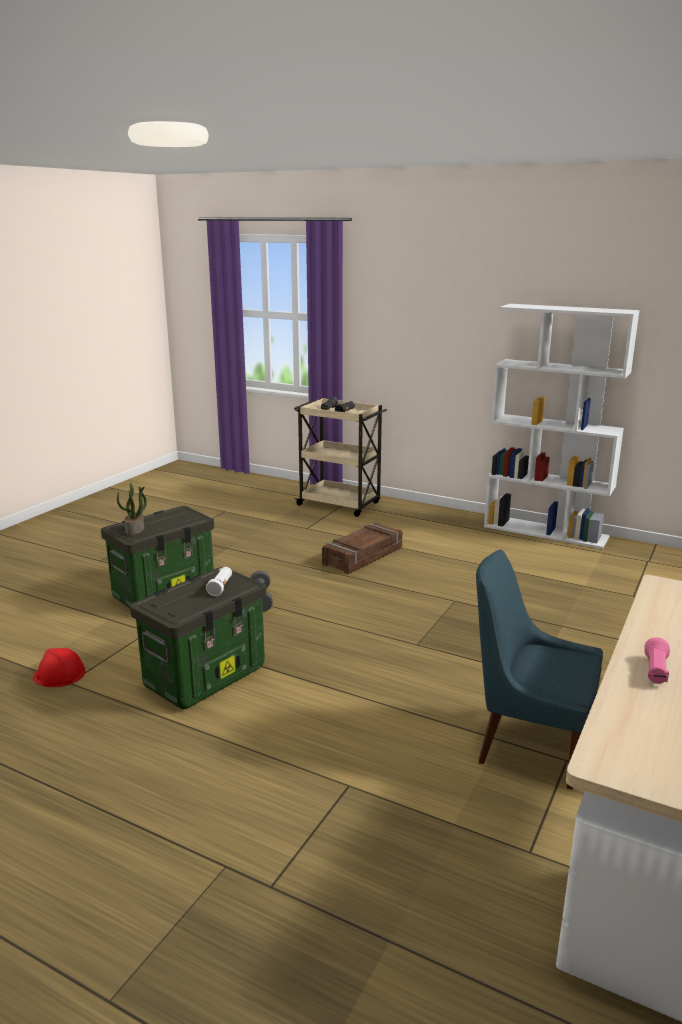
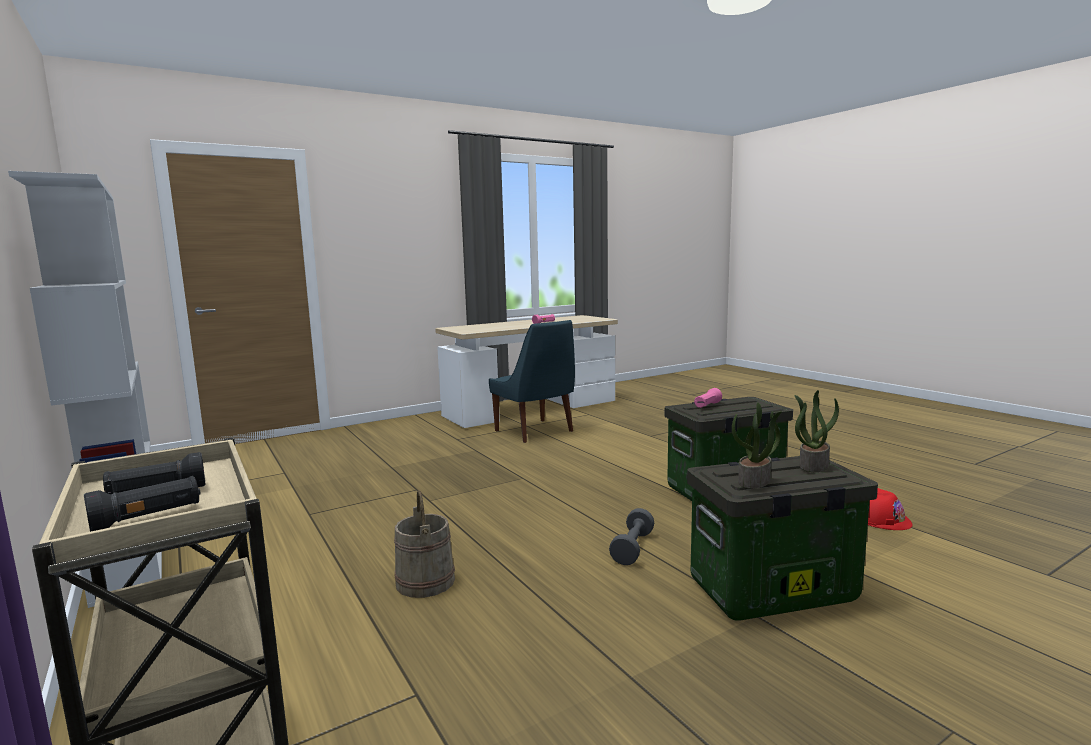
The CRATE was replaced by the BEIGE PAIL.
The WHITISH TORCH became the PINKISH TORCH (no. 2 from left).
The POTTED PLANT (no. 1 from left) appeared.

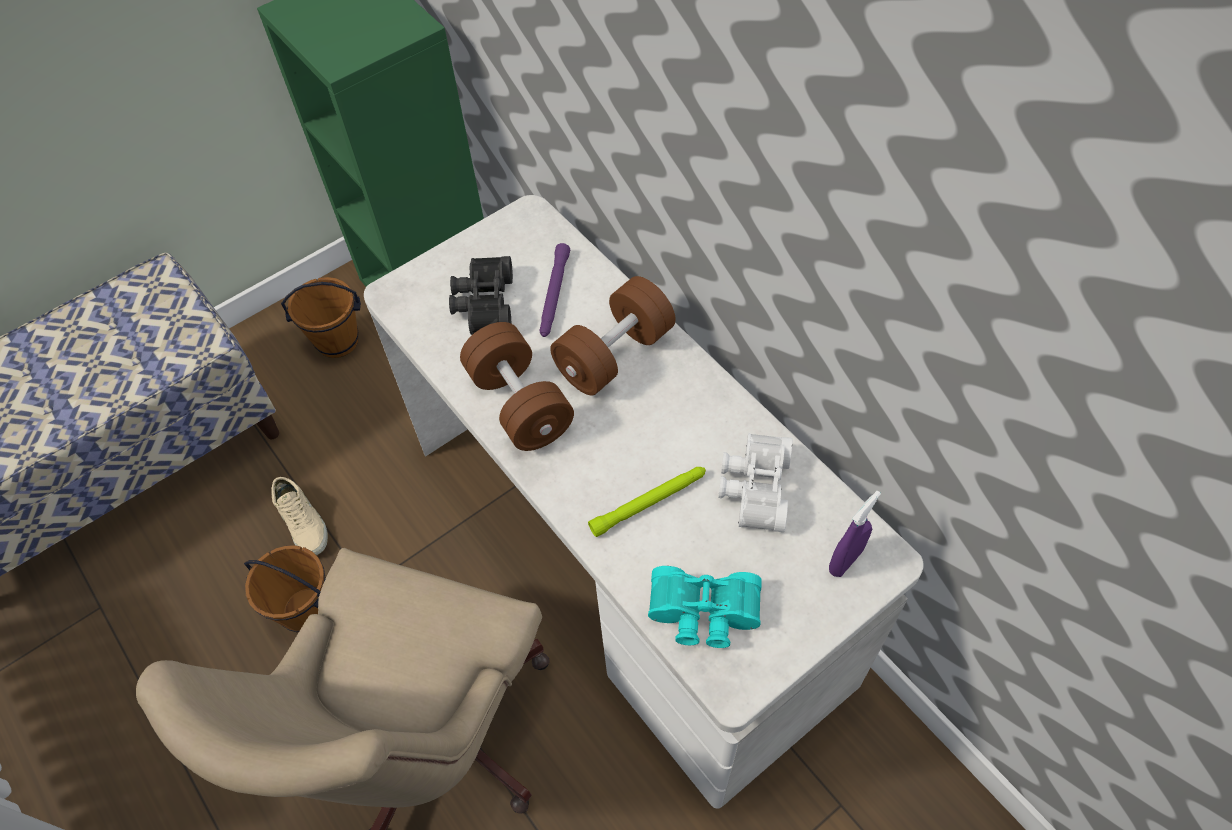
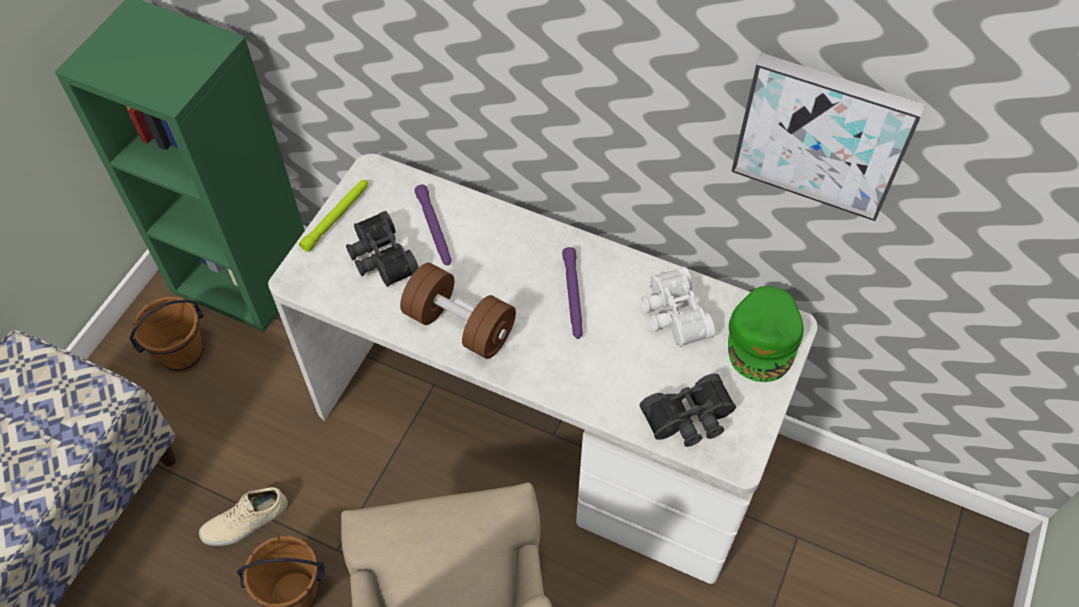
The BEIGE SHOE turned 120 degrees clockwise.
The GREEN-COLOURED TORCH moved.
The PURPLE-COLOURED TORCH (no. 2 from left) appeared.
The BLUE-GREEN PAIR OF BINOCULARS became the BLACK PAIR OF BINOCULARS (no. 2 from left).
The PURPLE-COLOURED HAND SPRAYER was replaced by the GREEN-COLOURED BASEBALL CAP.
The WALL PICTURE appeared.
The BROWN DUMBBELL (no. 2 from left) disappeared.

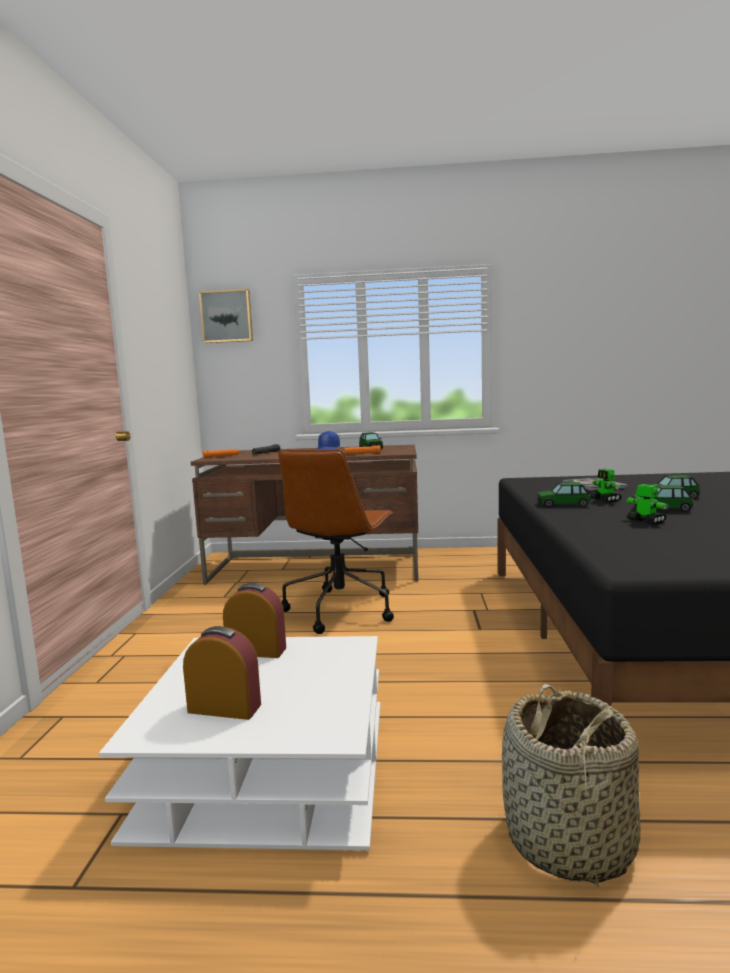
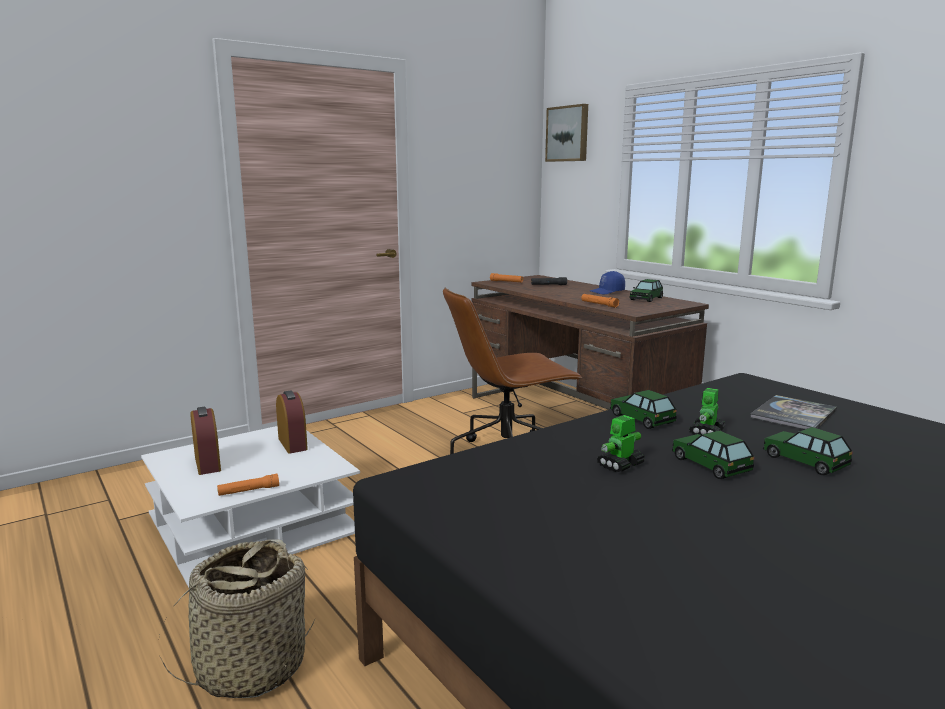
The ORANGE TORCH (no. 1 from left) appeared.
The ROBOT FIGURE (no. 2 from left in the first image) turned 150 degrees counterclockwise.

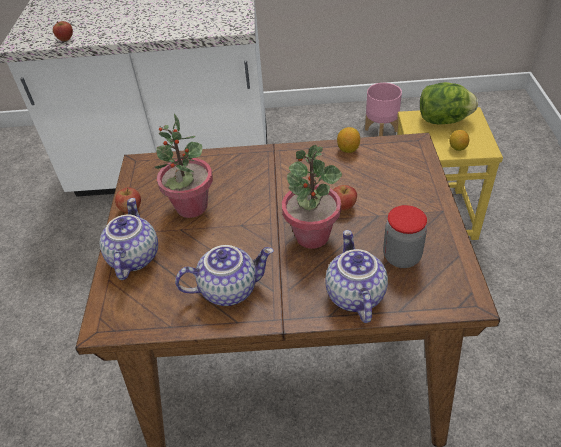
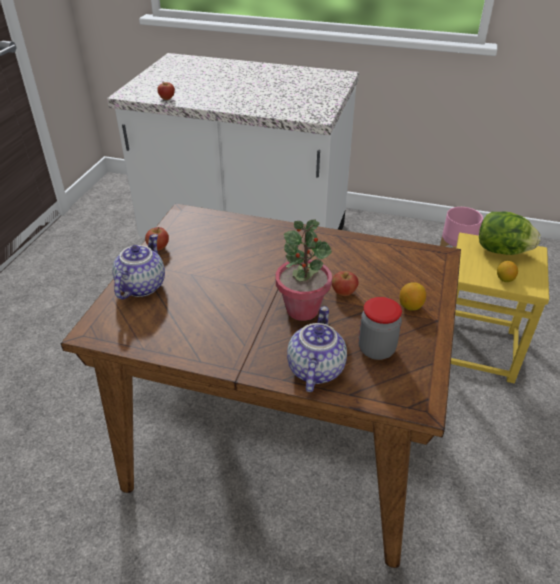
The LEMON (no. 1 from left) moved.
The POTTED PLANT (no. 1 from left) disappeared.
The TEAPOT (no. 2 from left) disappeared.

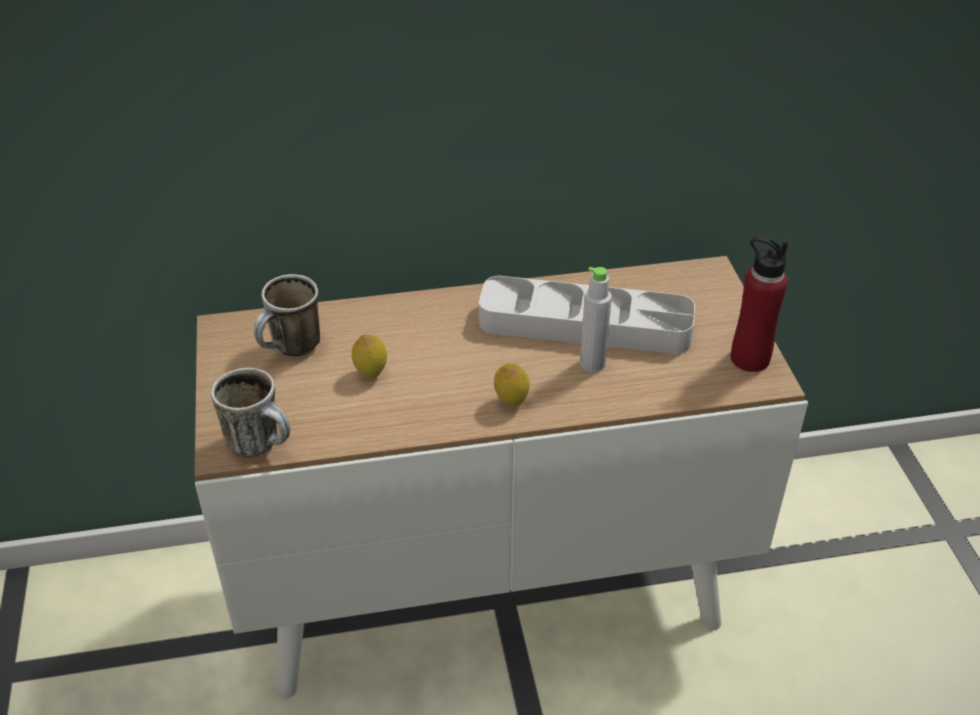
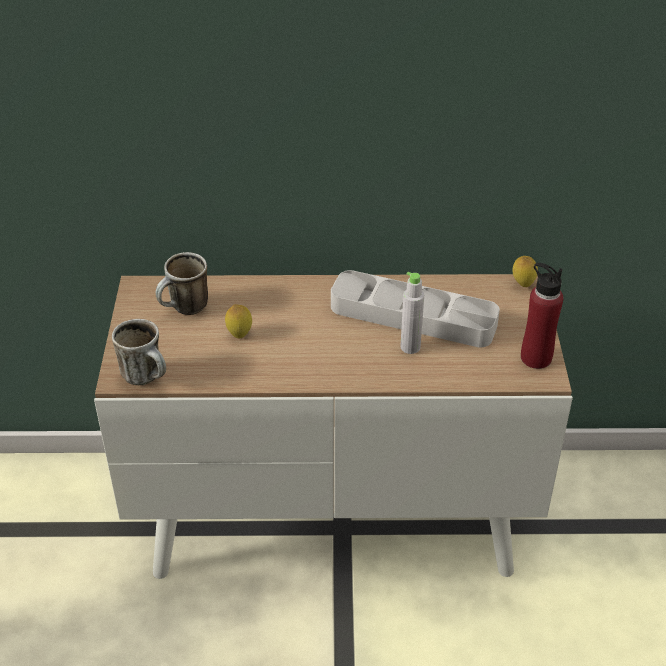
The LEMON (no. 2 from left) moved.

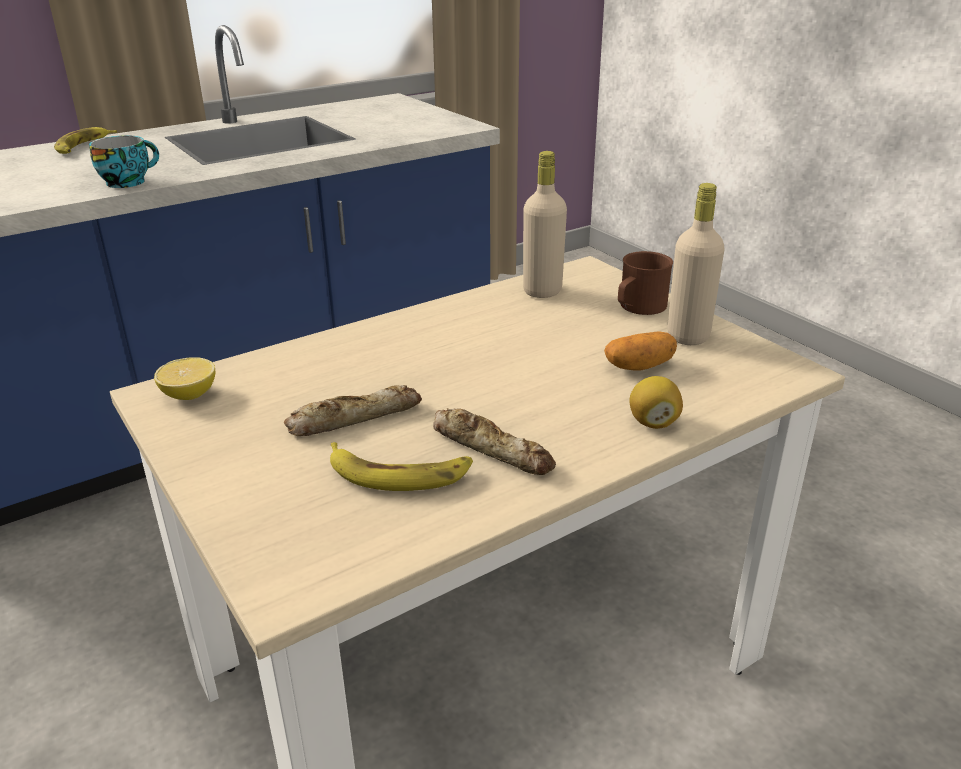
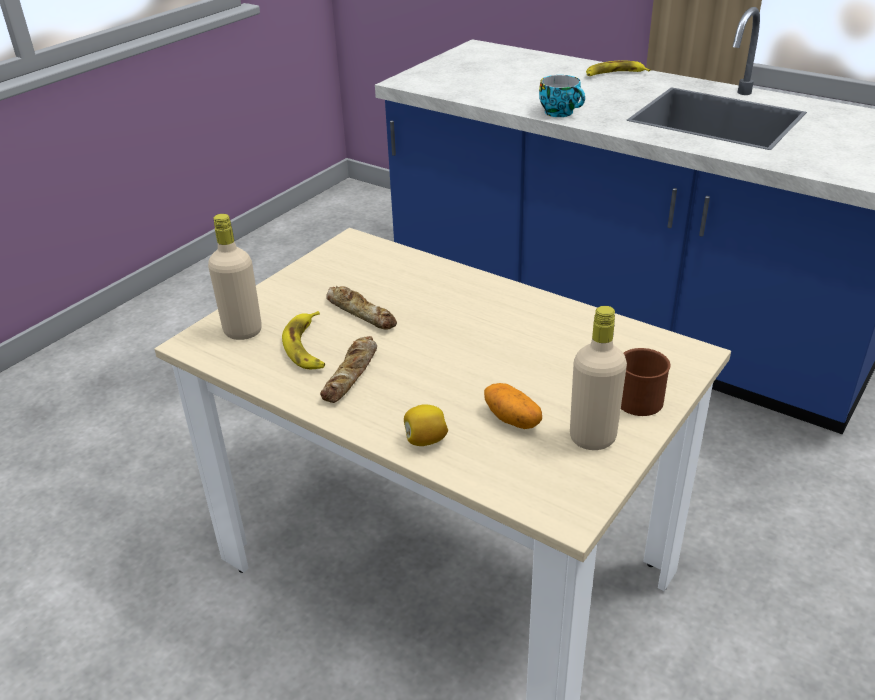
The BEIGE BEVERAGE BOTTLE (no. 1 from left) moved.
The LEMON (no. 1 from left) disappeared.

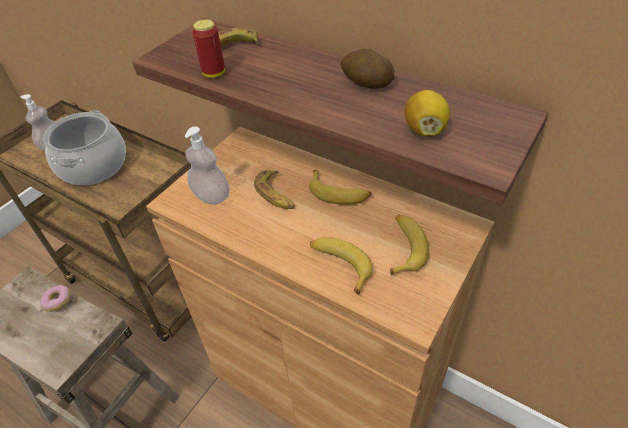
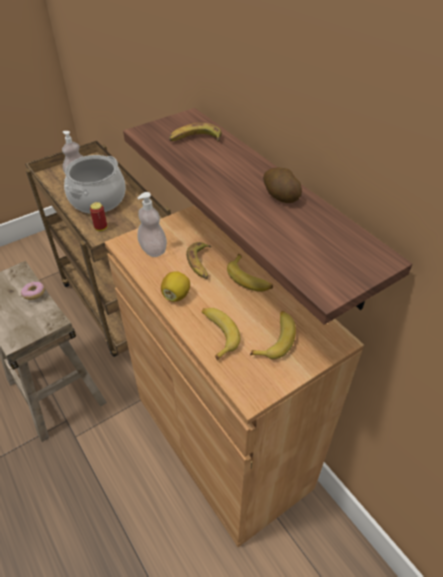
The SEALED CAN moved.
The LEMON moved.

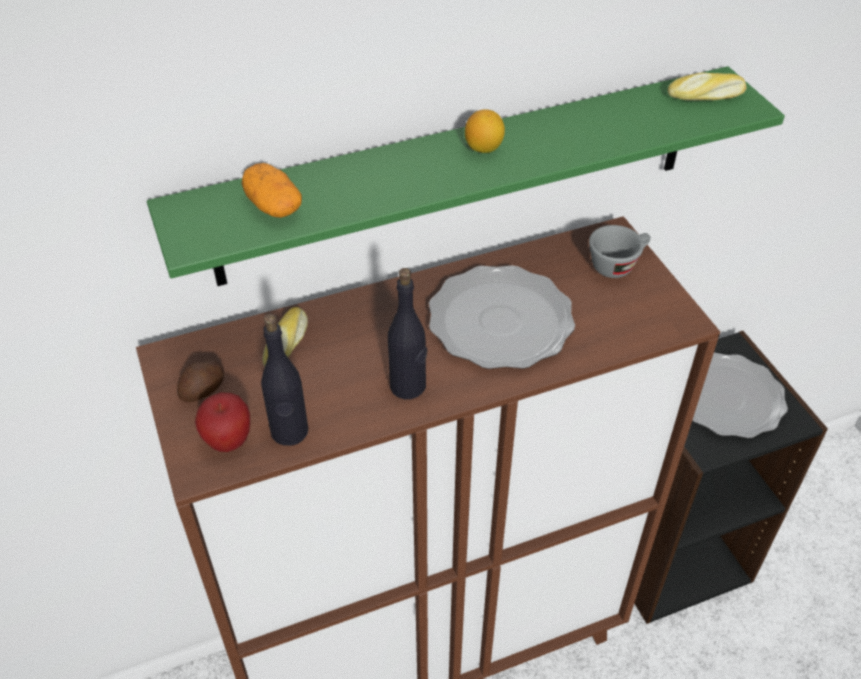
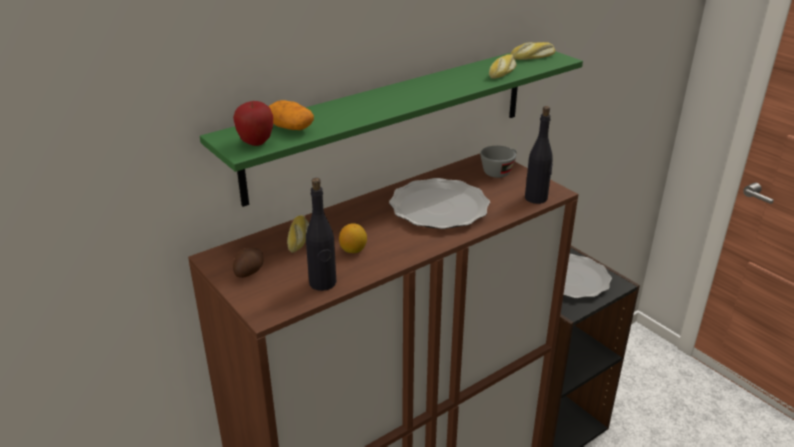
The WHOLE APPLE moved.
The LEMON moved.
The BAKERY BREAD (no. 2 from left) appeared.
The BLACK BEVERAGE BOTTLE (no. 2 from left) moved.

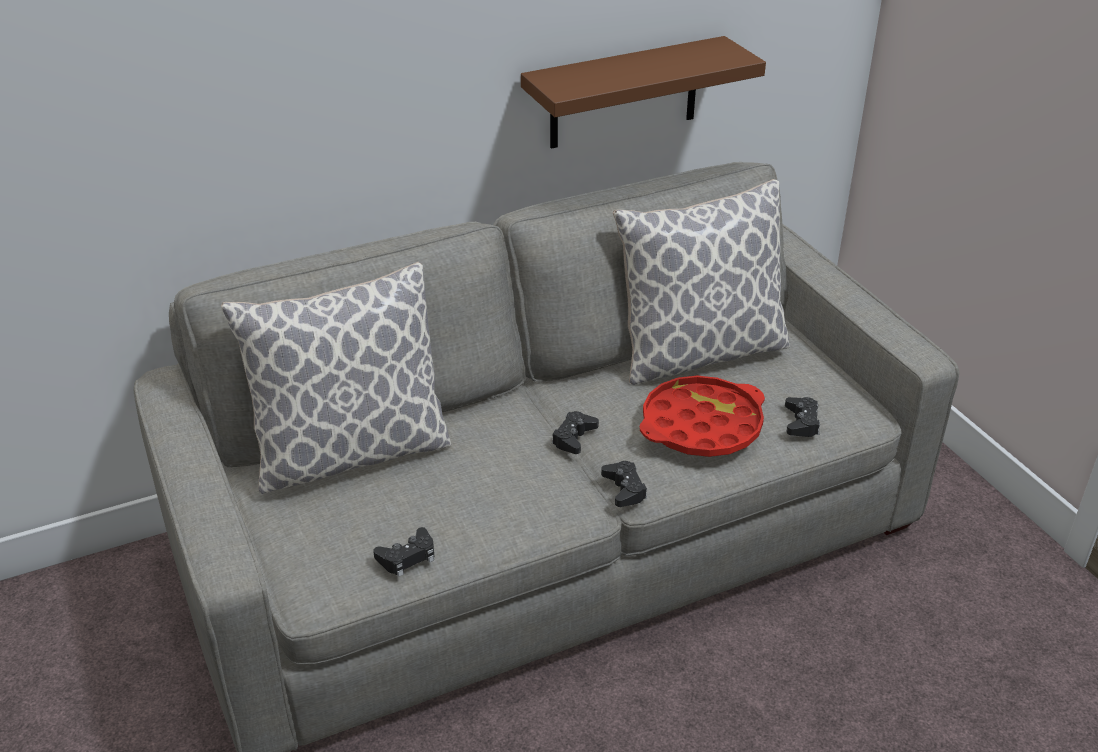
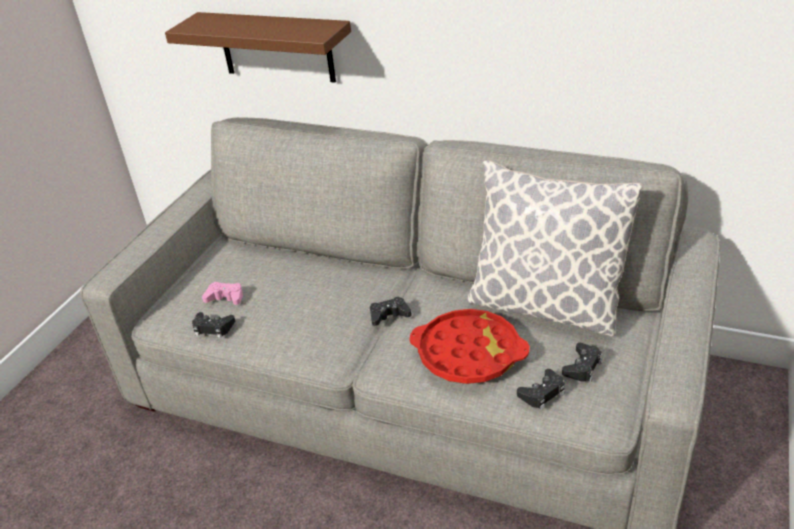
The BROWN WALL SHELF moved.
The PINKISH JOYPAD appeared.
The BLACK JOYPAD (no. 3 from left in the first image) moved.
The CUSHION (no. 1 from left) disappeared.

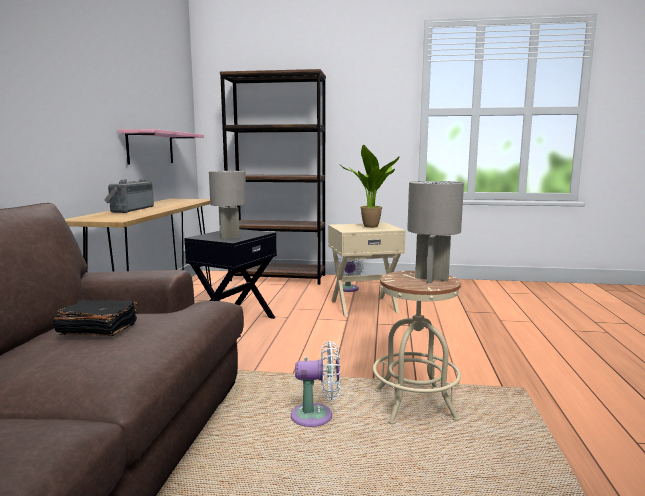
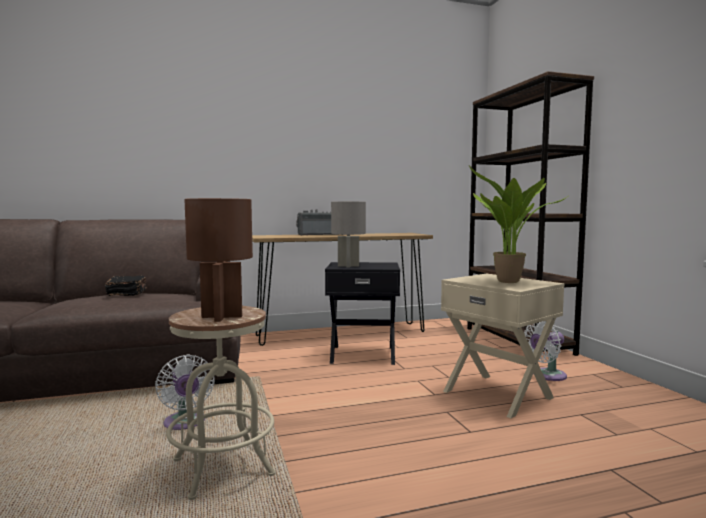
The GREY TABLE LAMP (no. 2 from left) became the BROWN TABLE LAMP.
The PINKISH WALL SHELF disappeared.

